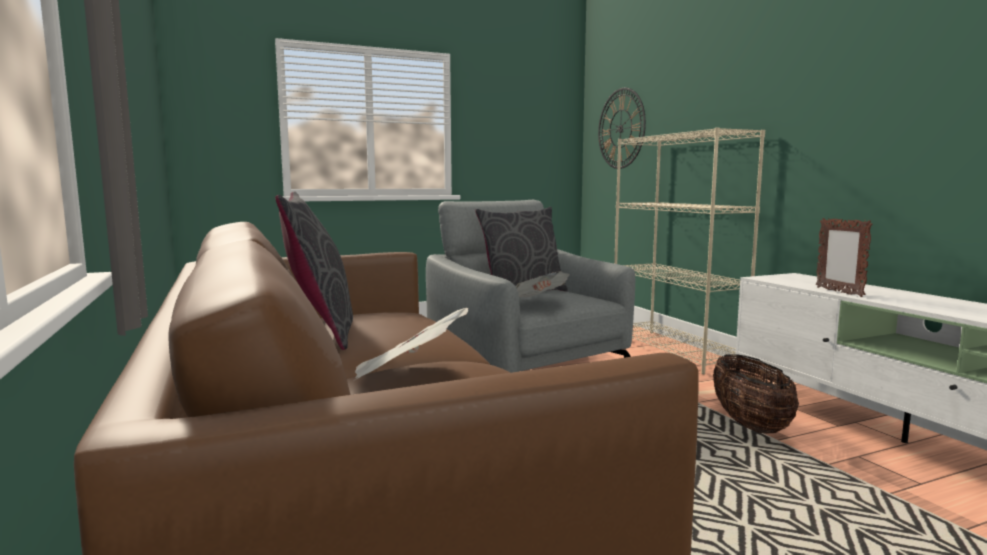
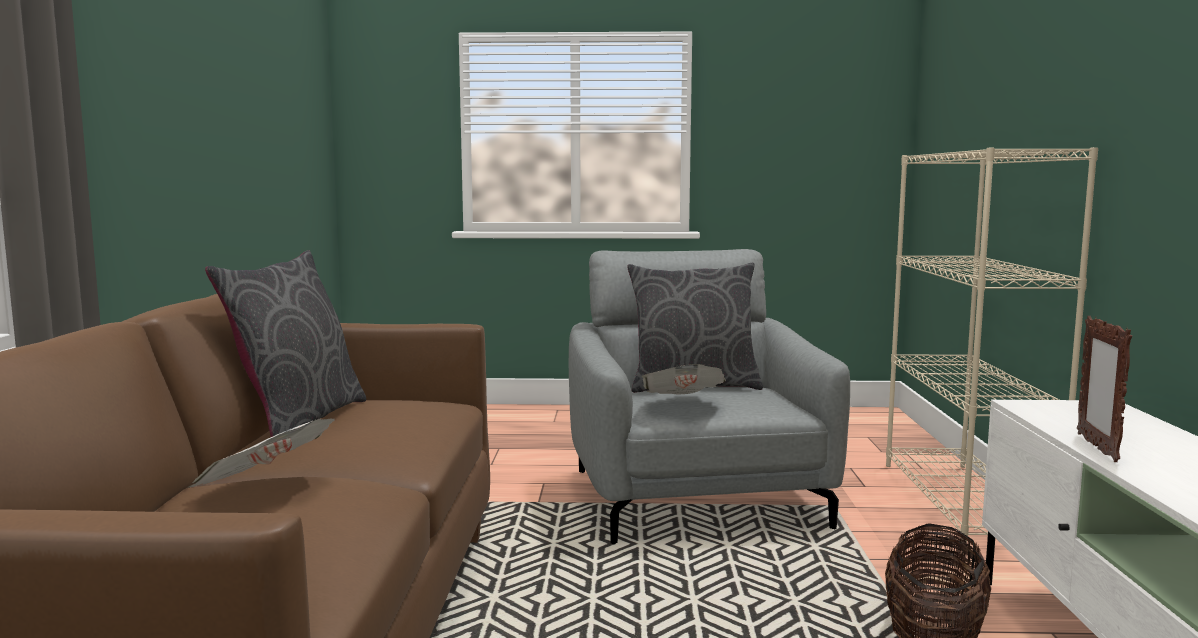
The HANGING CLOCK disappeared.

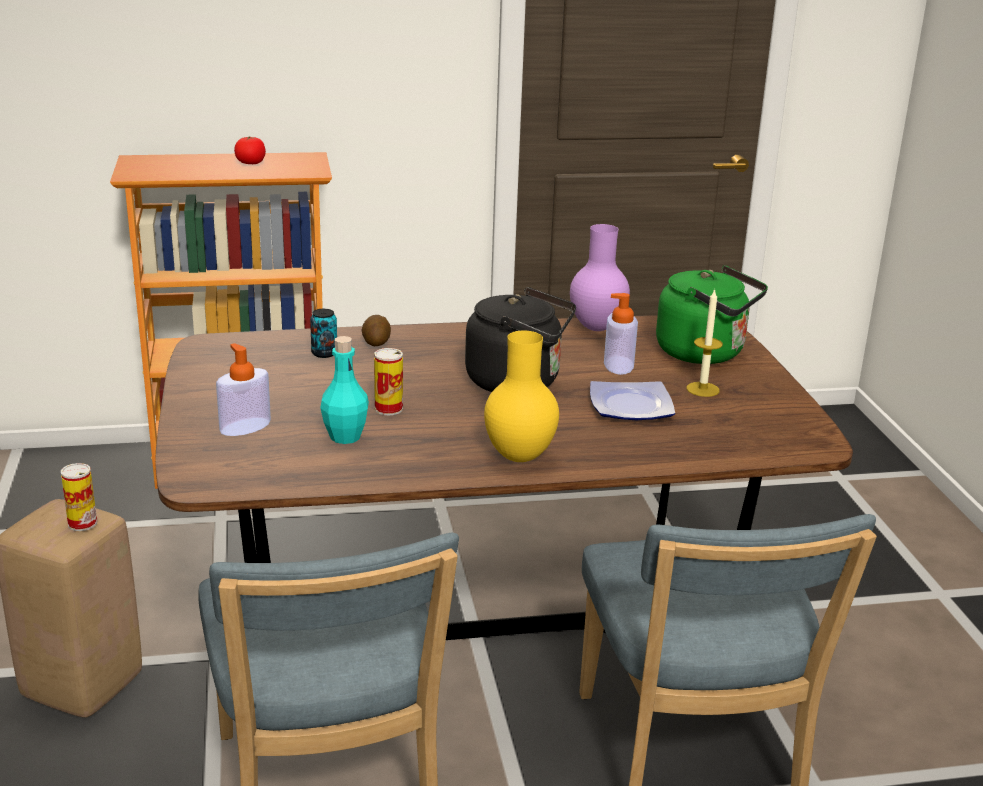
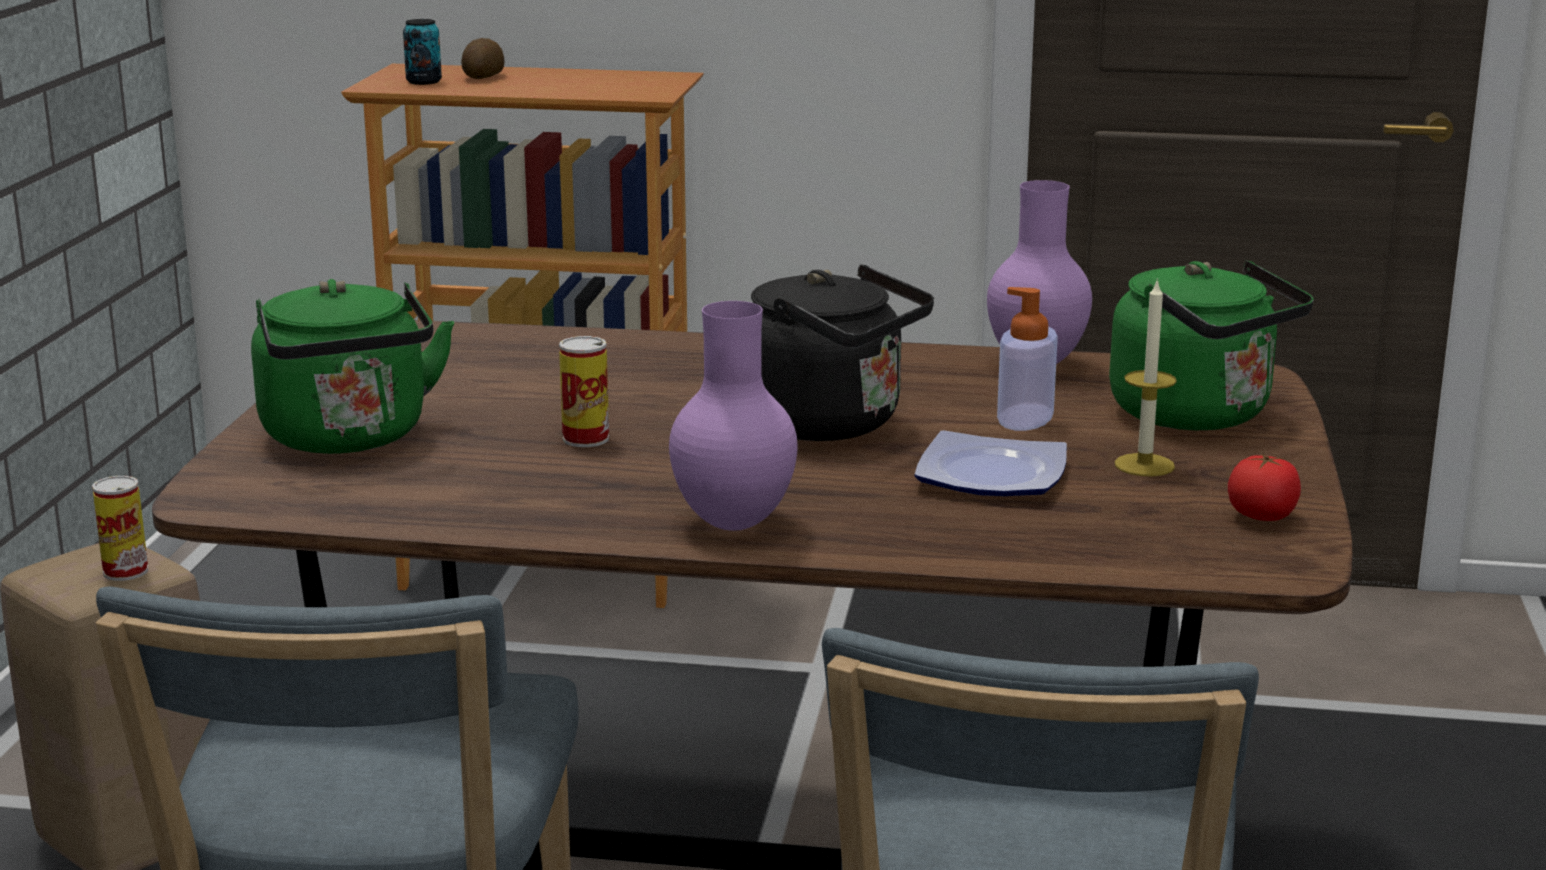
The LIQUID SOAP BOTTLE (no. 1 from left) was replaced by the GREEN-COLOURED KETTLE (no. 1 from left).
The SEALED CAN (no. 2 from left) moved.
The WHOLE POTATO moved.
The YELLOW DECORATIVE VASE became the PURPLE-COLOURED DECORATIVE VASE (no. 1 from left).
The TOMATO moved.
The BLUE-GREEN BEVERAGE BOTTLE disappeared.

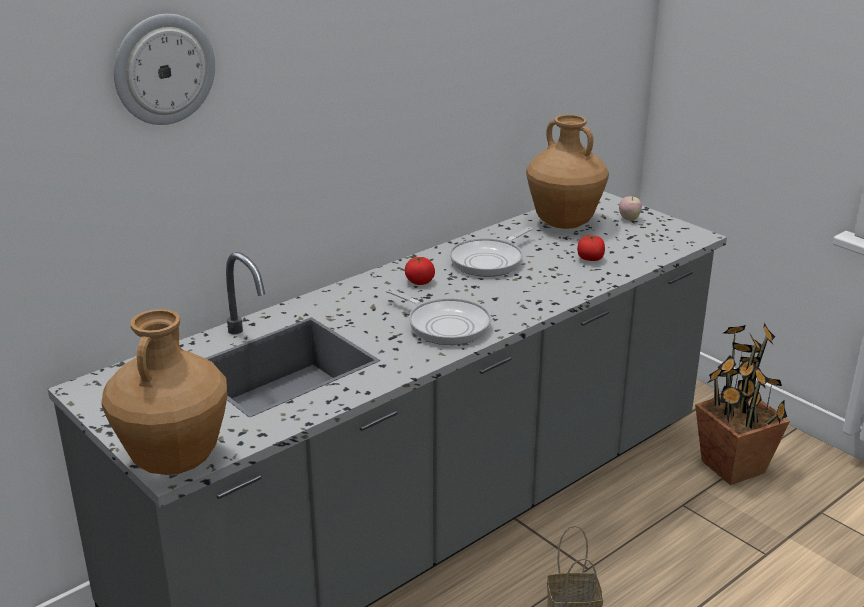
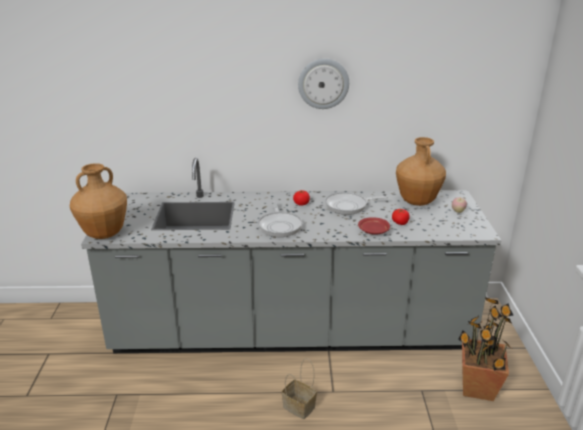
The HANGING CLOCK moved.
The REDDISH PLATE appeared.

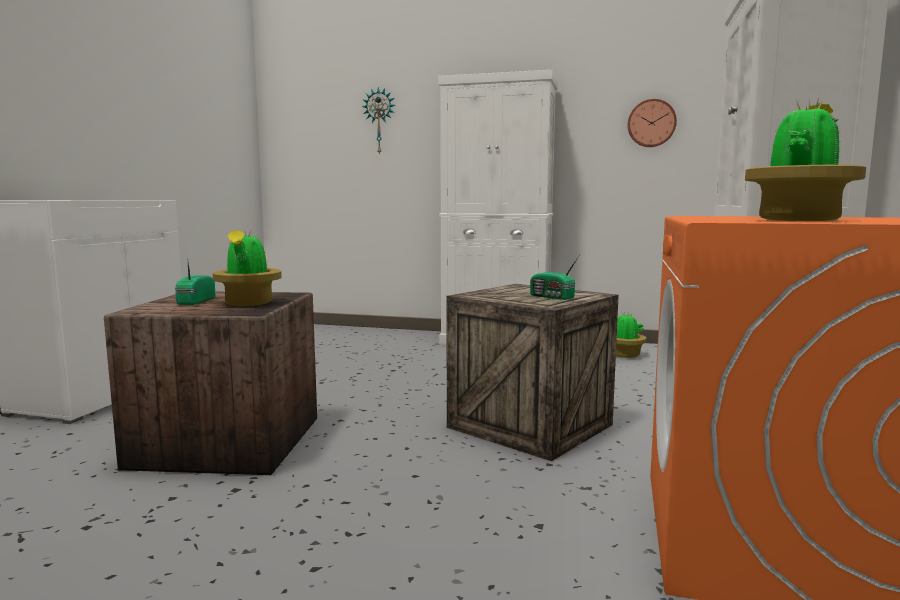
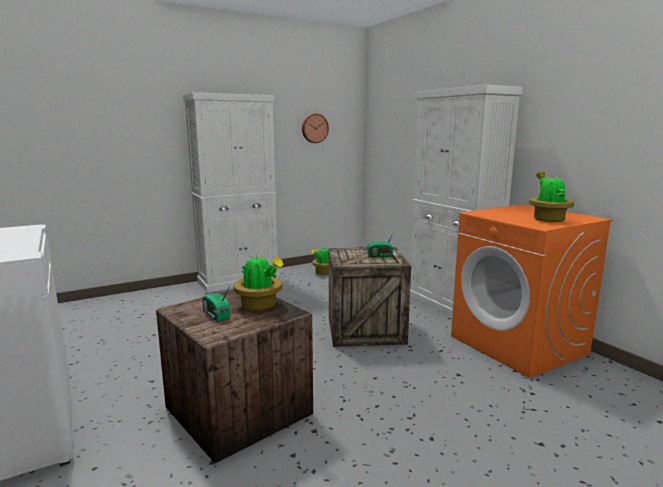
The HANGING CLOCK (no. 1 from left) disappeared.

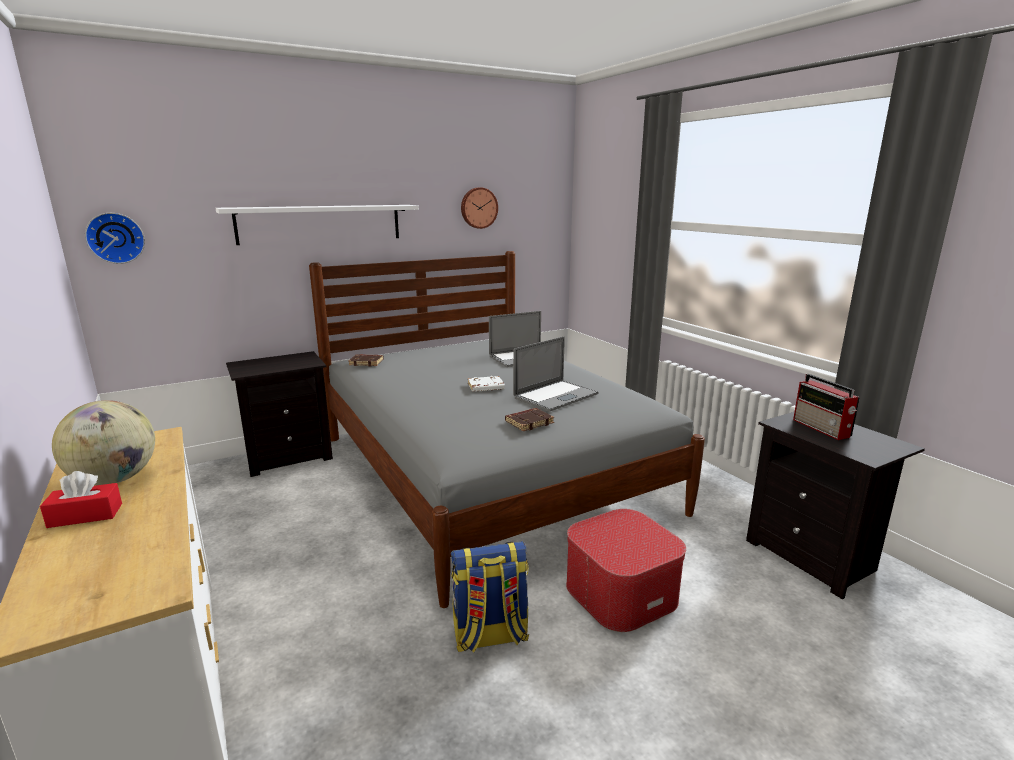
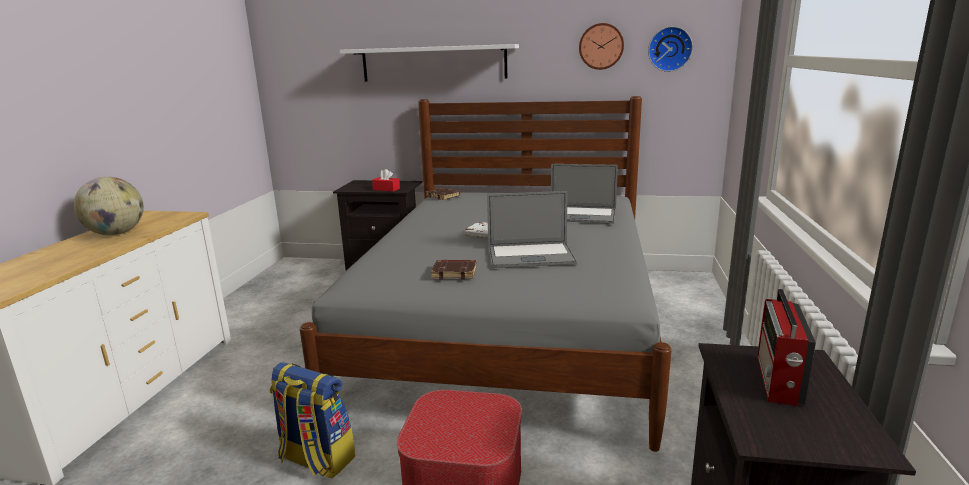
The REDDISH TISSUE BOX moved.
The HANGING CLOCK (no. 1 from left in the first image) moved.

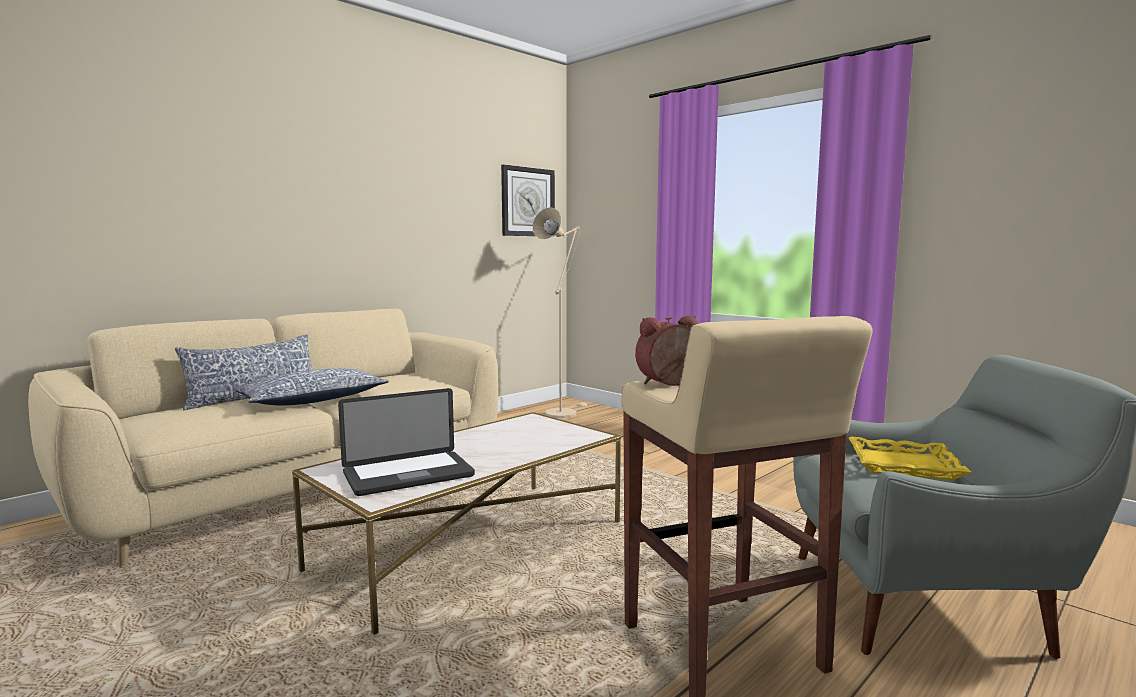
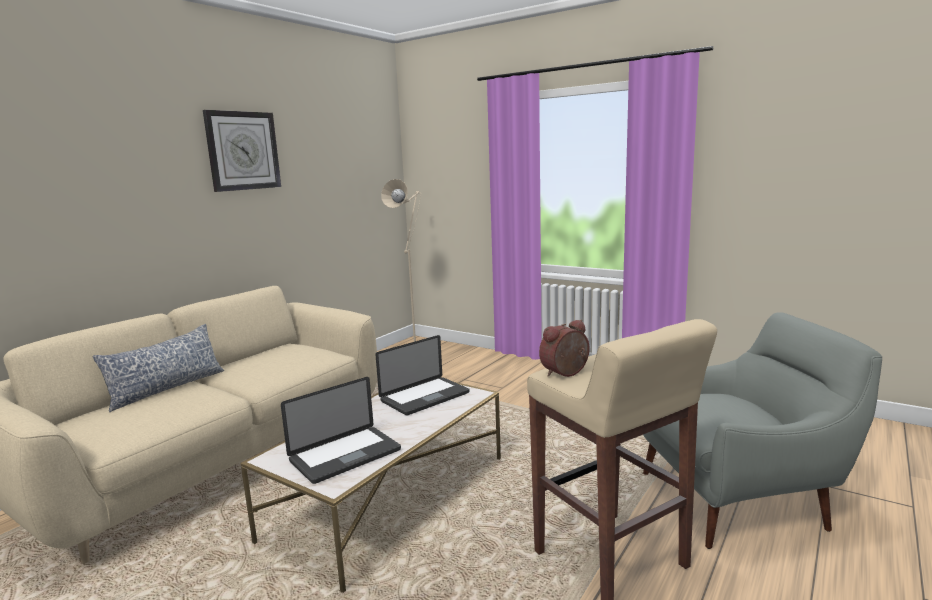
The HANGING CLOCK moved.
The NOTEBOOK COMPUTER (no. 2 from left) appeared.
The CUSHION (no. 2 from left) disappeared.
The YELLOW SERVING TRAY disappeared.

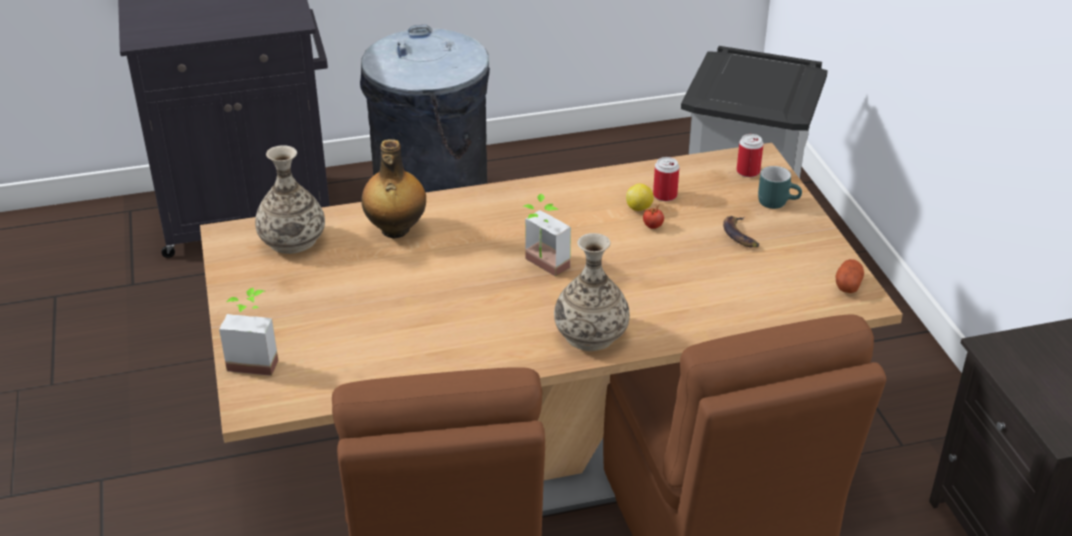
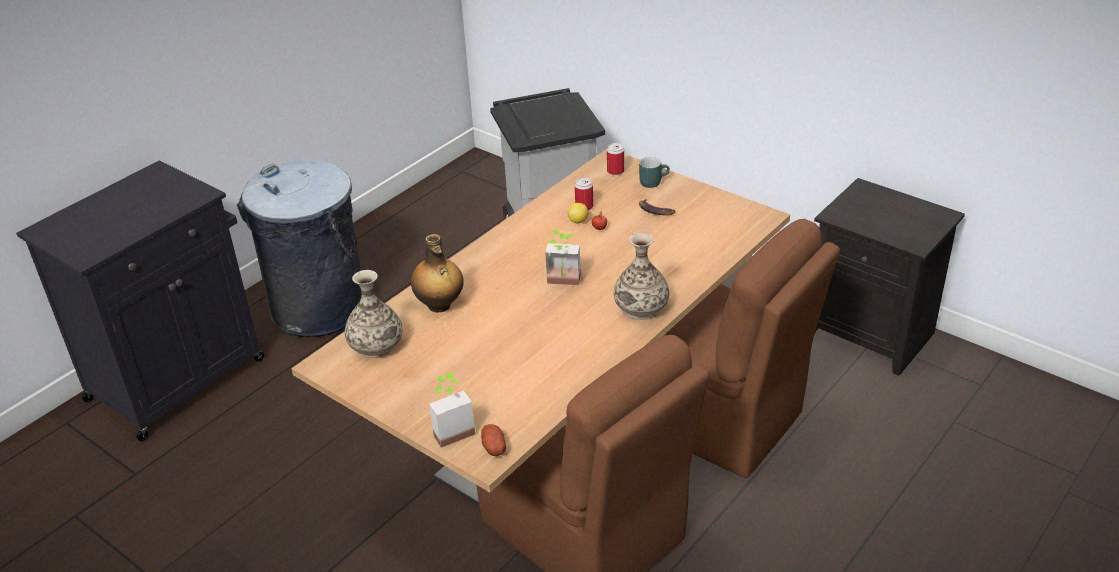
The WHOLE POTATO moved.

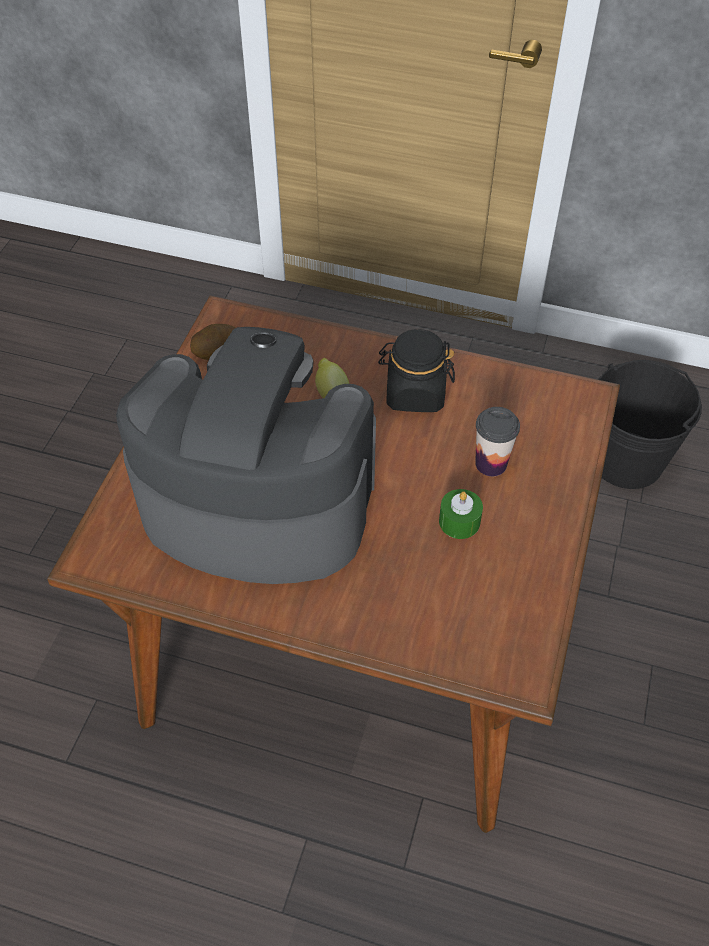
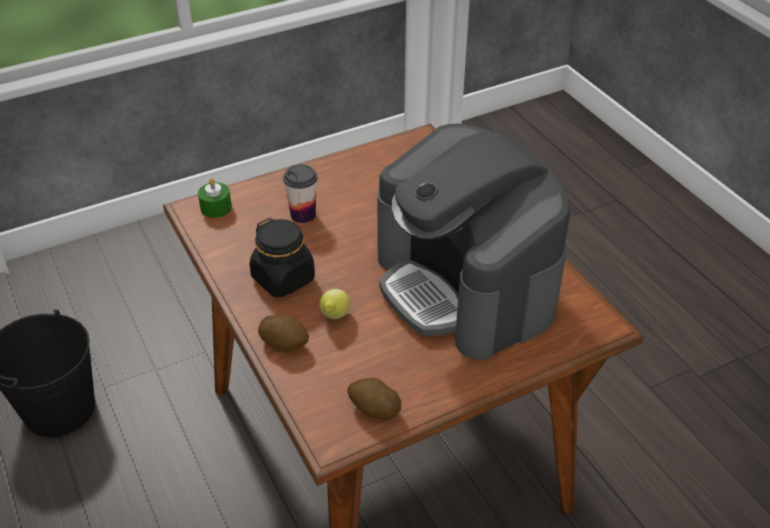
The GREEN-COLOURED CANDLE moved.
The WHOLE POTATO (no. 1 from left) appeared.

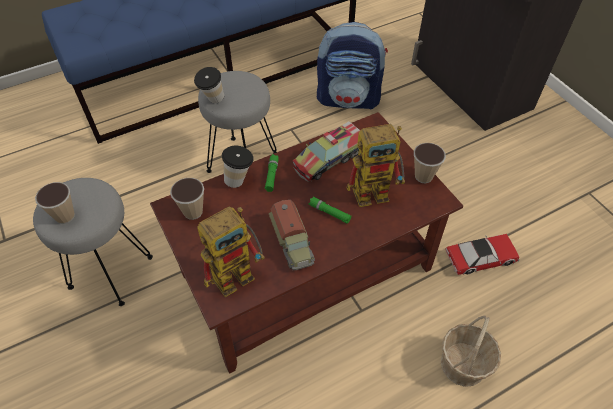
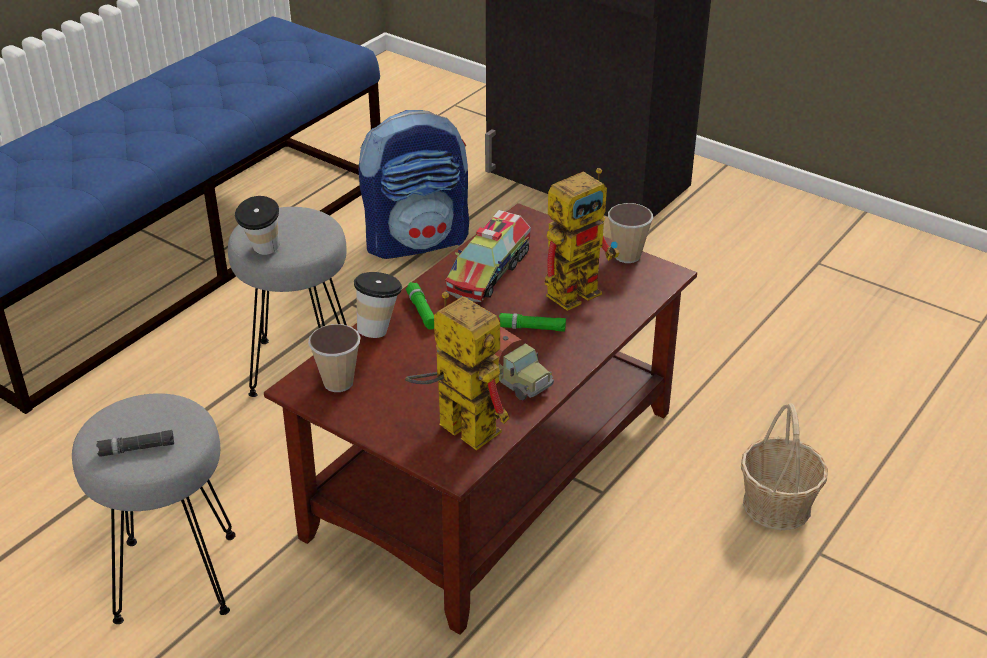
The SMALL CUP (no. 1 from left) was replaced by the BLACK TORCH.
The ROBOT FIGURE (no. 1 from left) turned 75 degrees counterclockwise.
The MINIATURE CAR disappeared.

